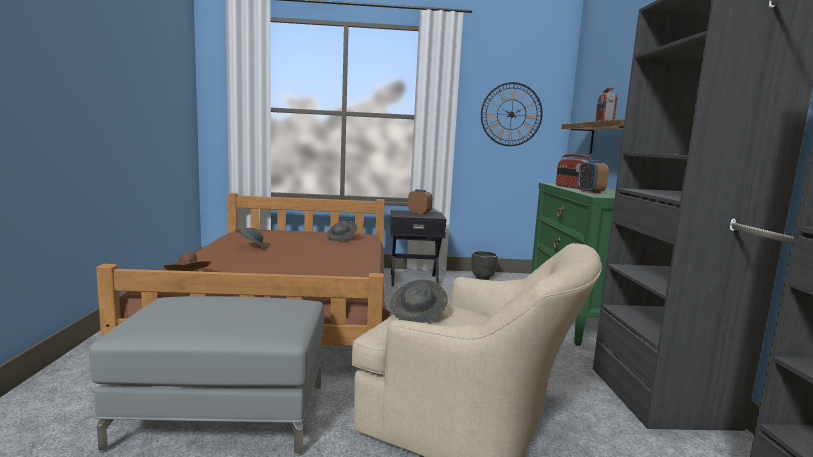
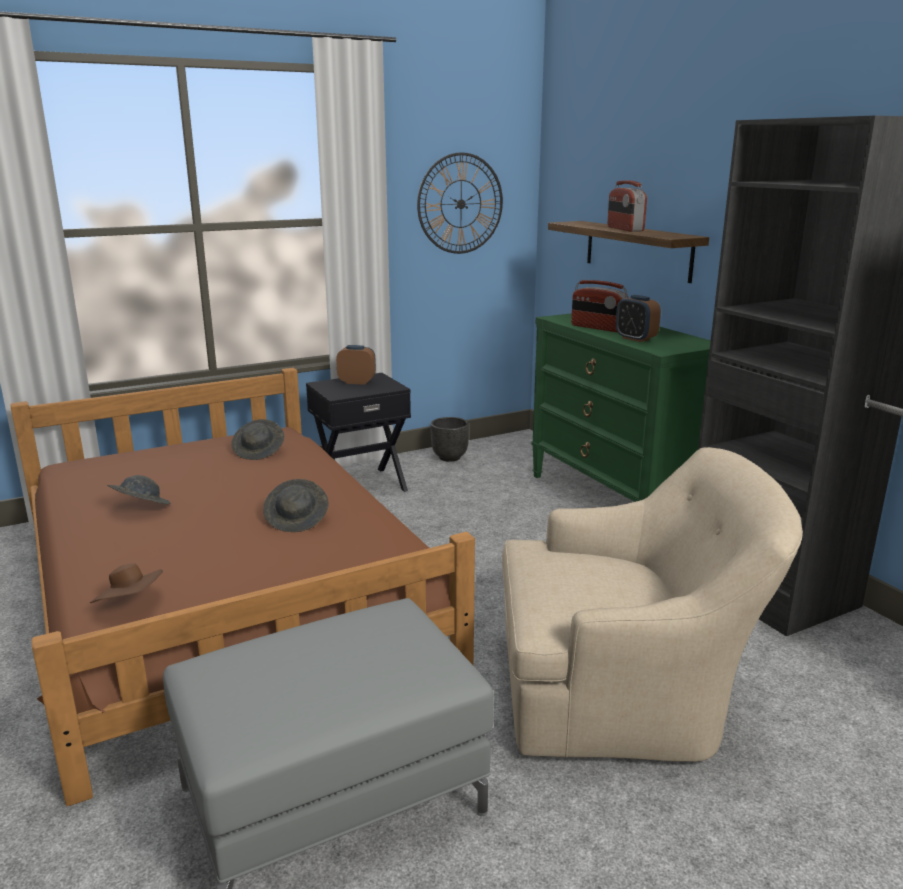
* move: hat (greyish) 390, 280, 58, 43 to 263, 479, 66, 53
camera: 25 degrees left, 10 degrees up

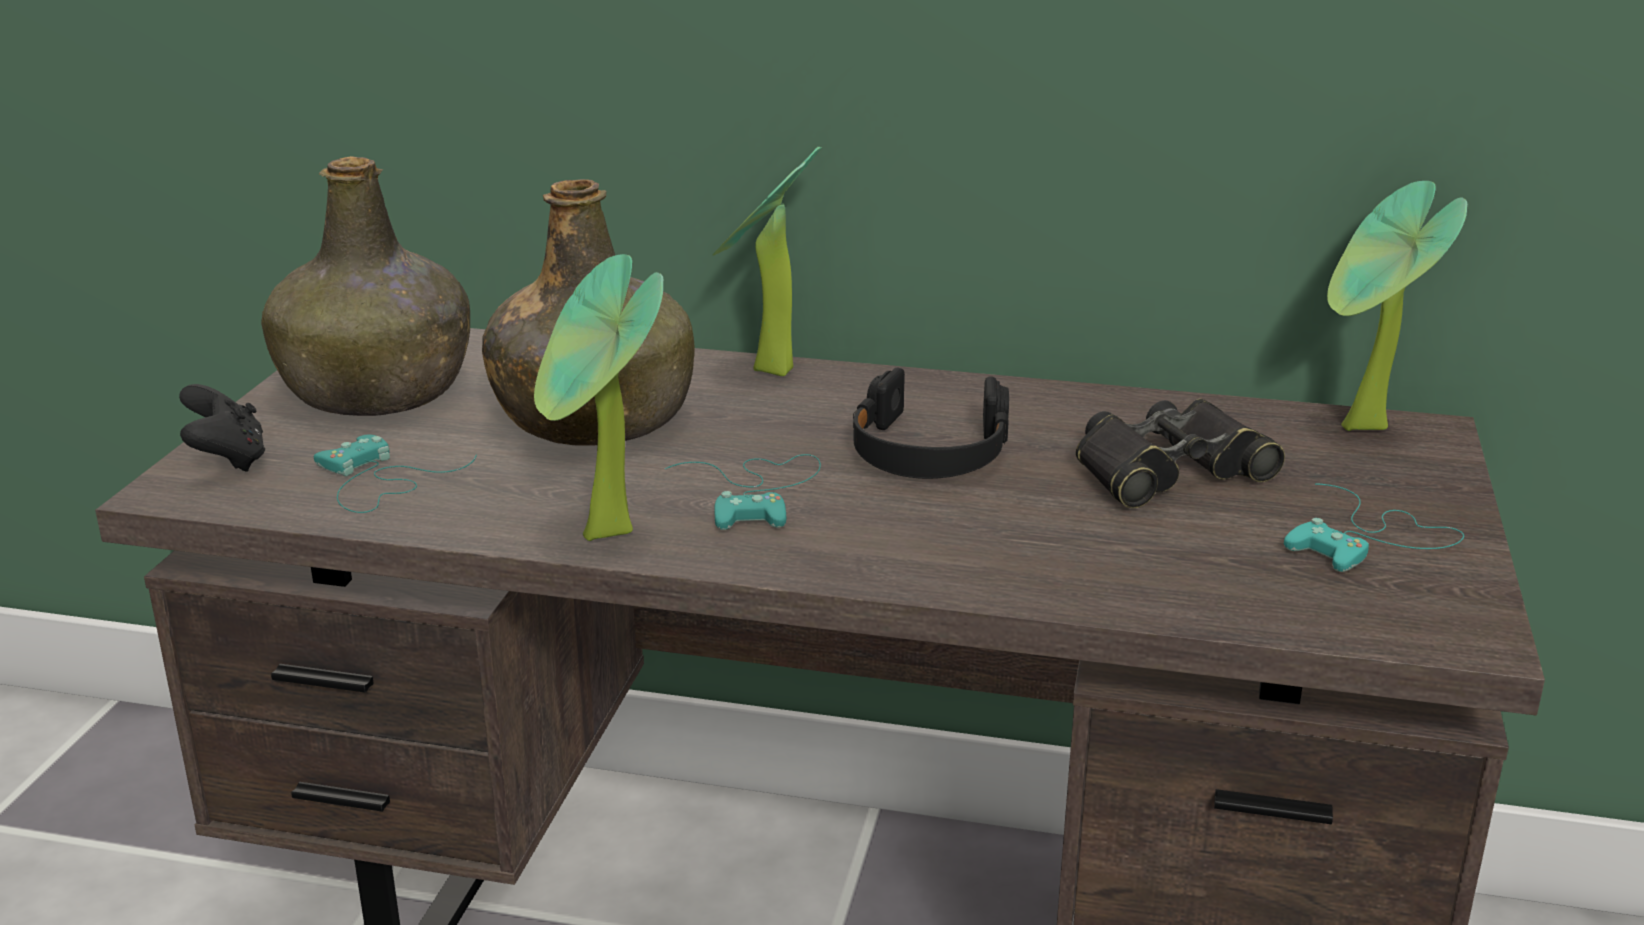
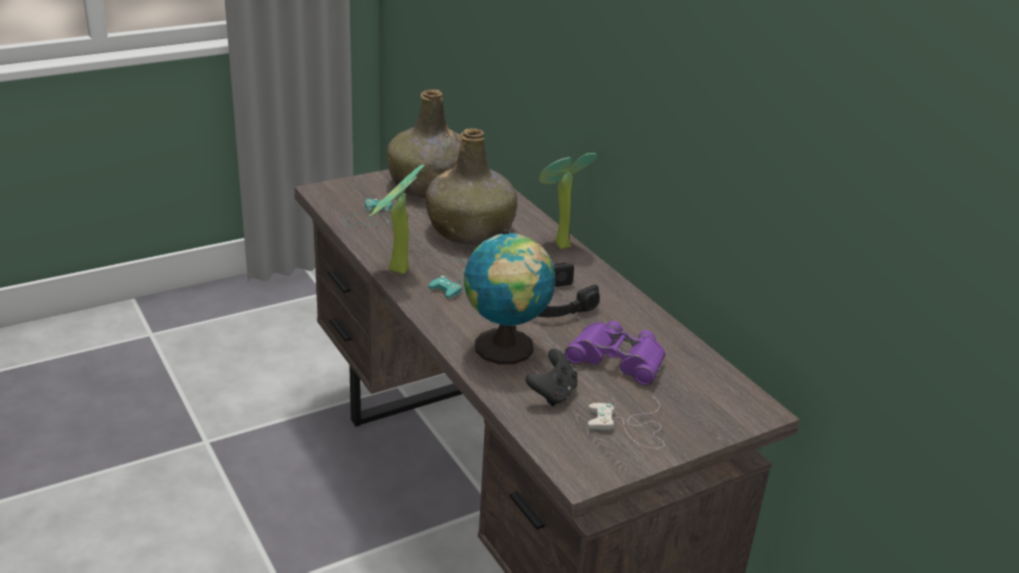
* delete: houseplant 1327, 181, 140, 250
* insert: world globe 464, 229, 91, 135
* move: gamepad (black-coloured) 179, 384, 86, 88 to 525, 349, 53, 57
* recolor: pair of binoculars (black-coloured) 1076, 398, 209, 110 to pair of binoculars (purplish) 564, 321, 102, 65
* recolor: gamepad (turquoise-coloured) 1284, 483, 180, 89 to gamepad (white) 588, 396, 77, 53
camera: 45 degrees right, 5 degrees up

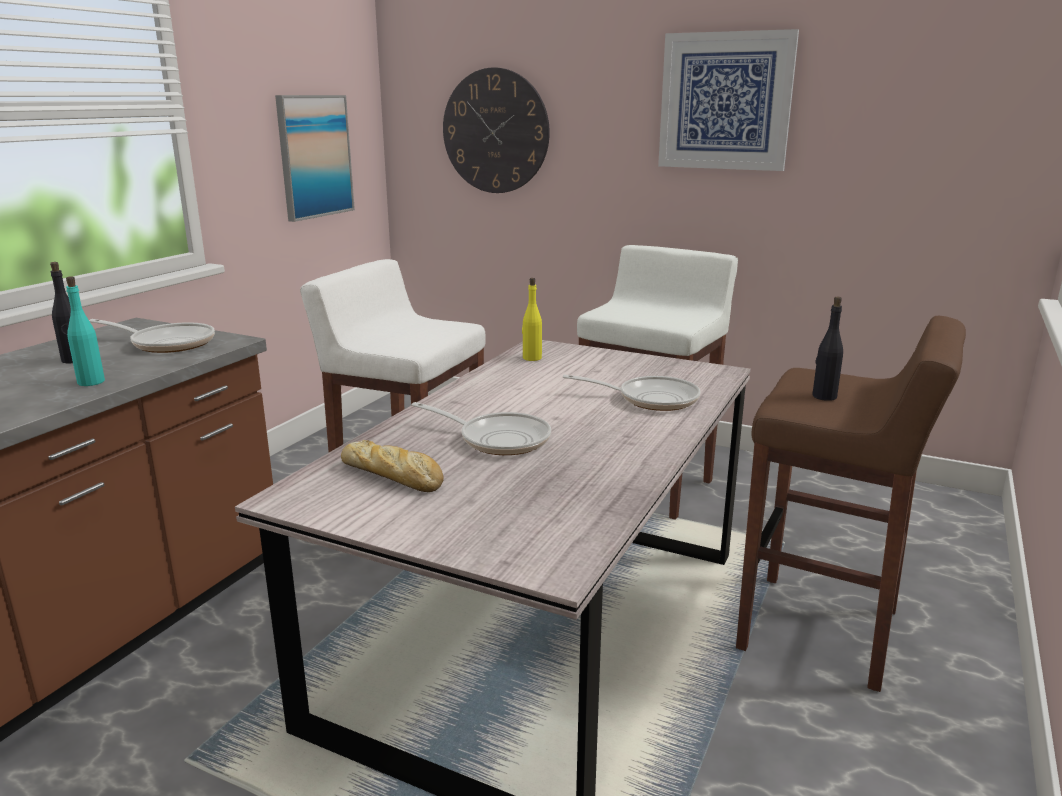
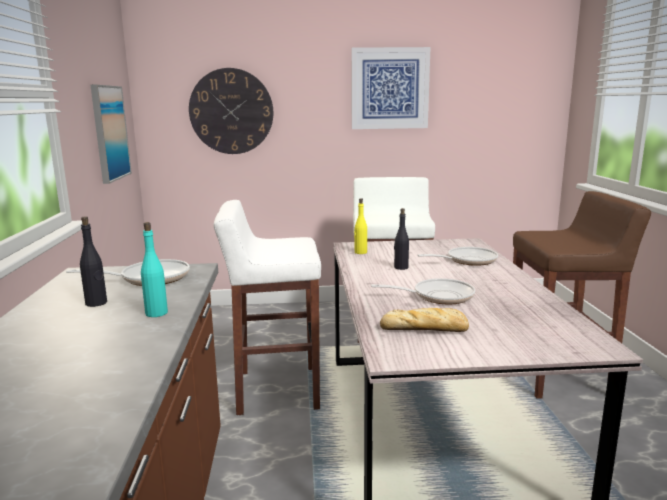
* move: bottle (black-coloured) 812, 297, 31, 104 to 394, 208, 15, 62
camera: 30 degrees left, 5 degrees down

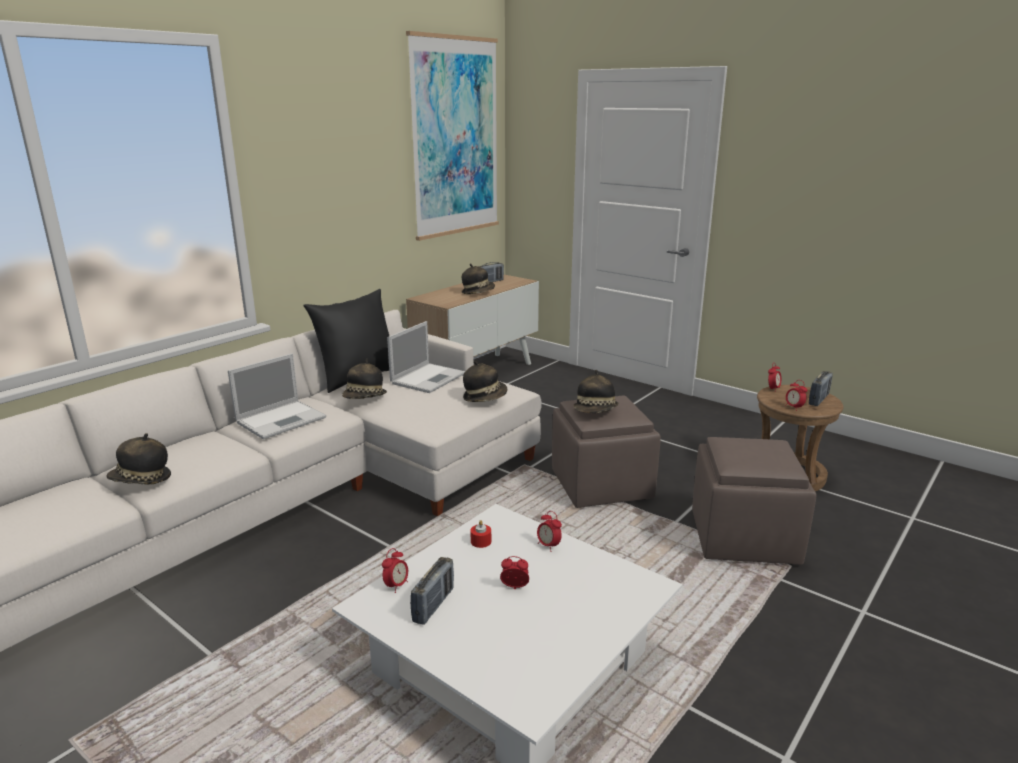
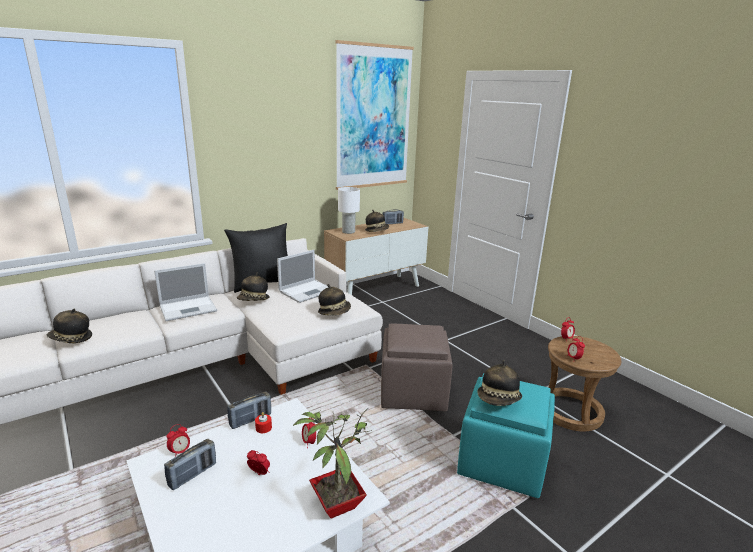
* insert: houseplant 293, 408, 79, 110
* insert: tabletop lamp (white) 338, 187, 22, 47
* move: hat 574, 370, 45, 43 to 477, 360, 45, 46
* move: radio receiver 809, 371, 24, 35 to 227, 392, 44, 37
* recolor: pouffe (brown-coloured) 692, 437, 124, 128 to pouffe (turquoise-coloured) 457, 373, 98, 125
camera: 15 degrees right, 0 degrees up

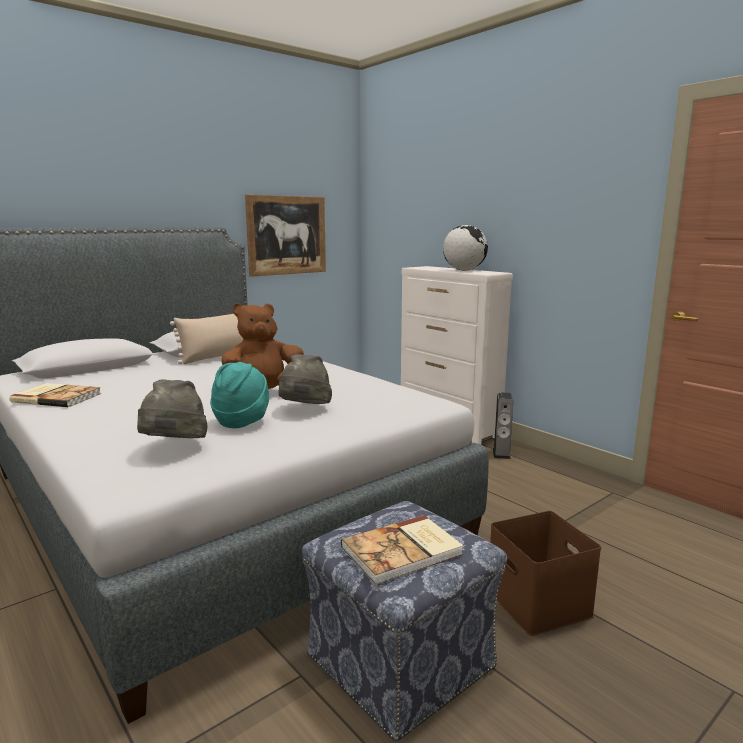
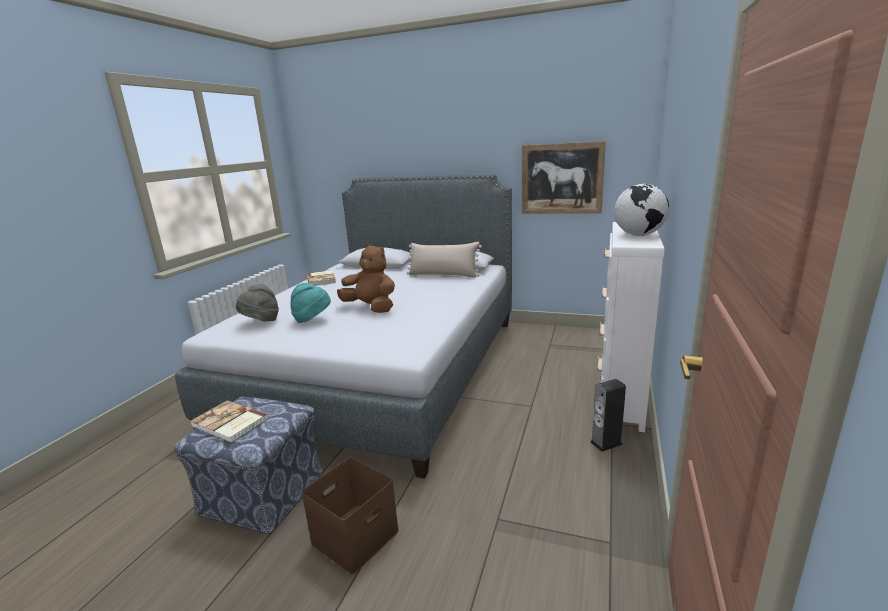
* delete: hat (greyish) 279, 354, 53, 50
camera: 60 degrees right, 5 degrees up

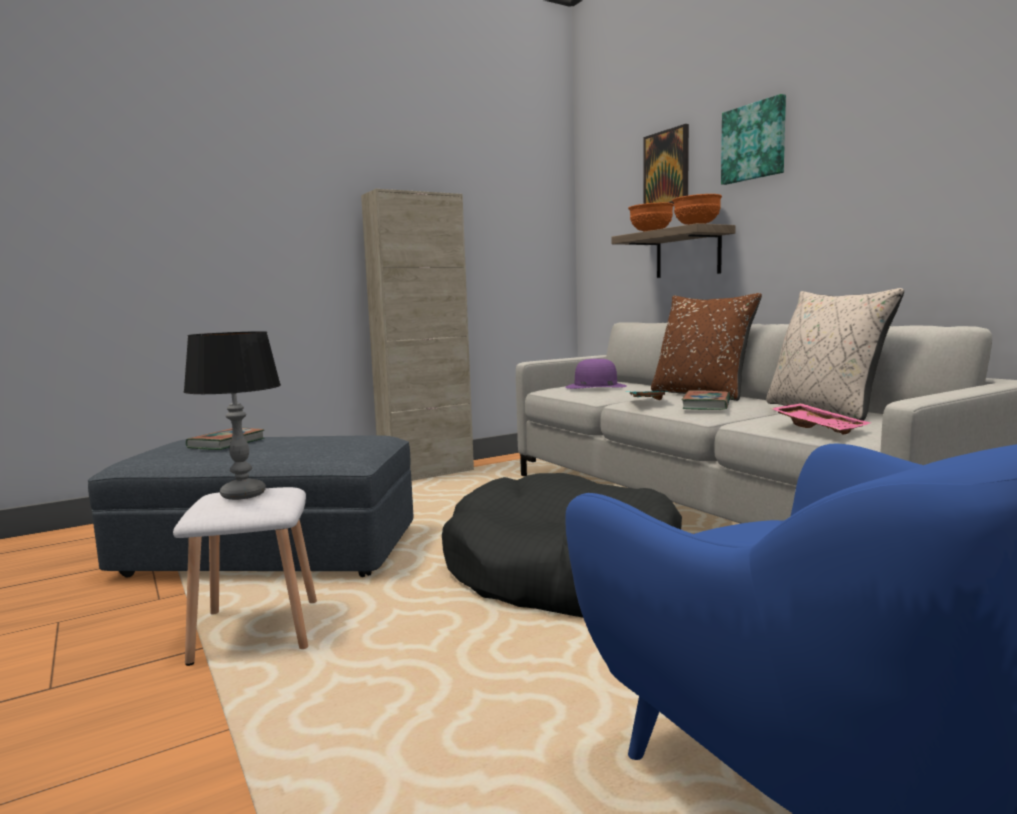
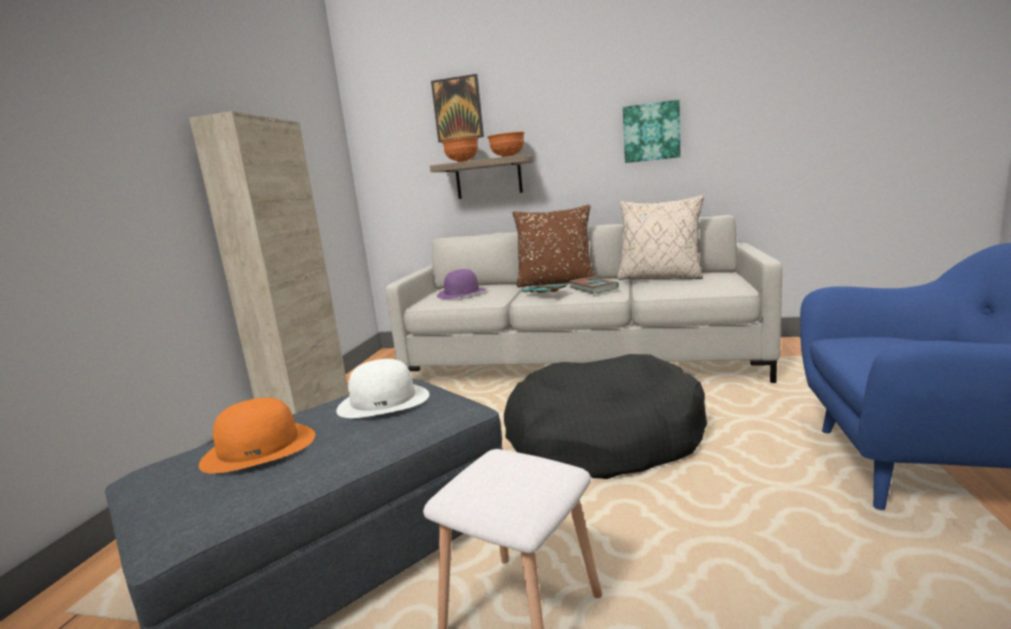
* delete: tabletop lamp 183, 331, 98, 169
* delete: tray (pink-coloured) 770, 403, 101, 32
* insert: hat (white) 336, 359, 93, 59
* move: wall picture 721, 94, 65, 91 to 623, 100, 57, 63
* replace: volume 186, 428, 78, 22 to hat (orange-coloured) 199, 398, 116, 75
camera: 45 degrees left, 5 degrees up

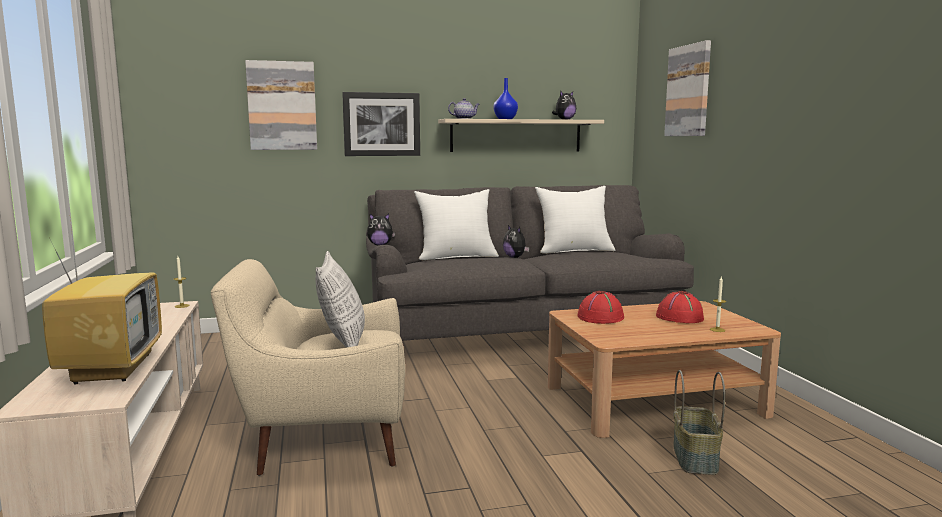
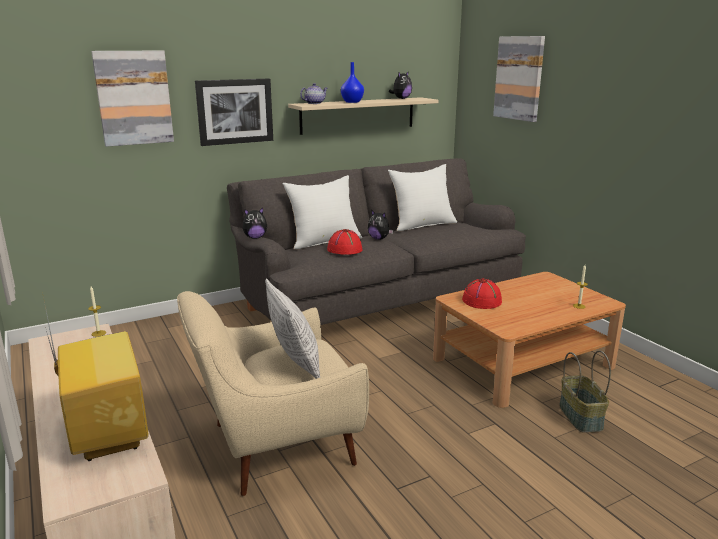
* move: hat (red) 656, 291, 48, 32 to 327, 229, 36, 26
camera: 15 degrees left, 10 degrees up

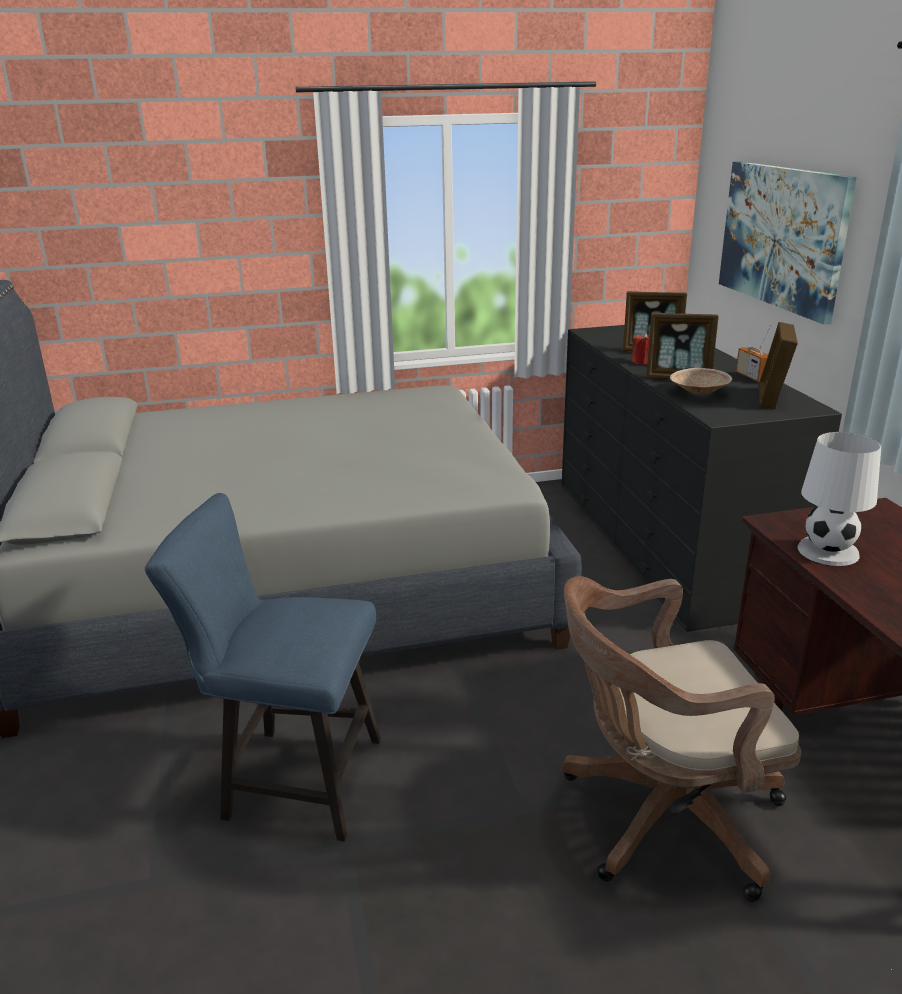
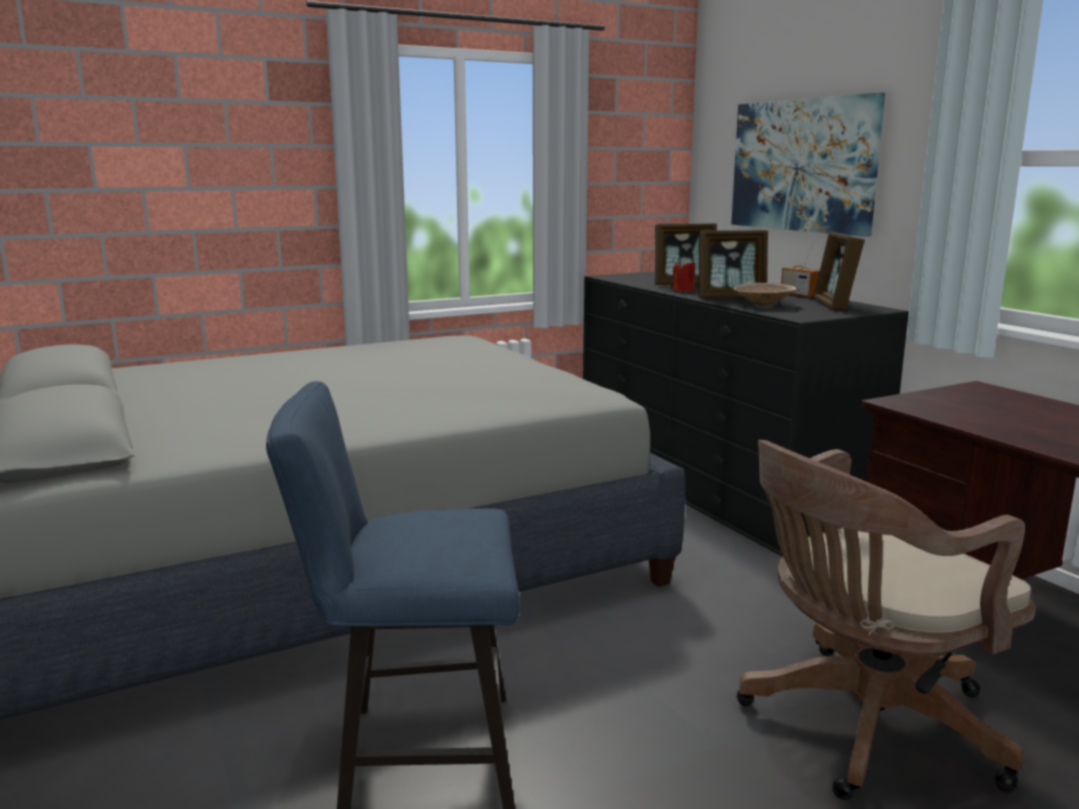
* delete: tabletop lamp (white) 798, 432, 83, 134
camera: 15 degrees left, 10 degrees down

